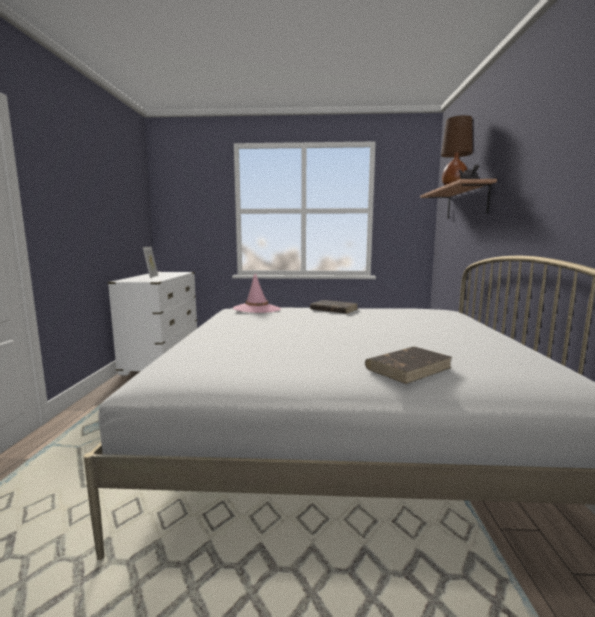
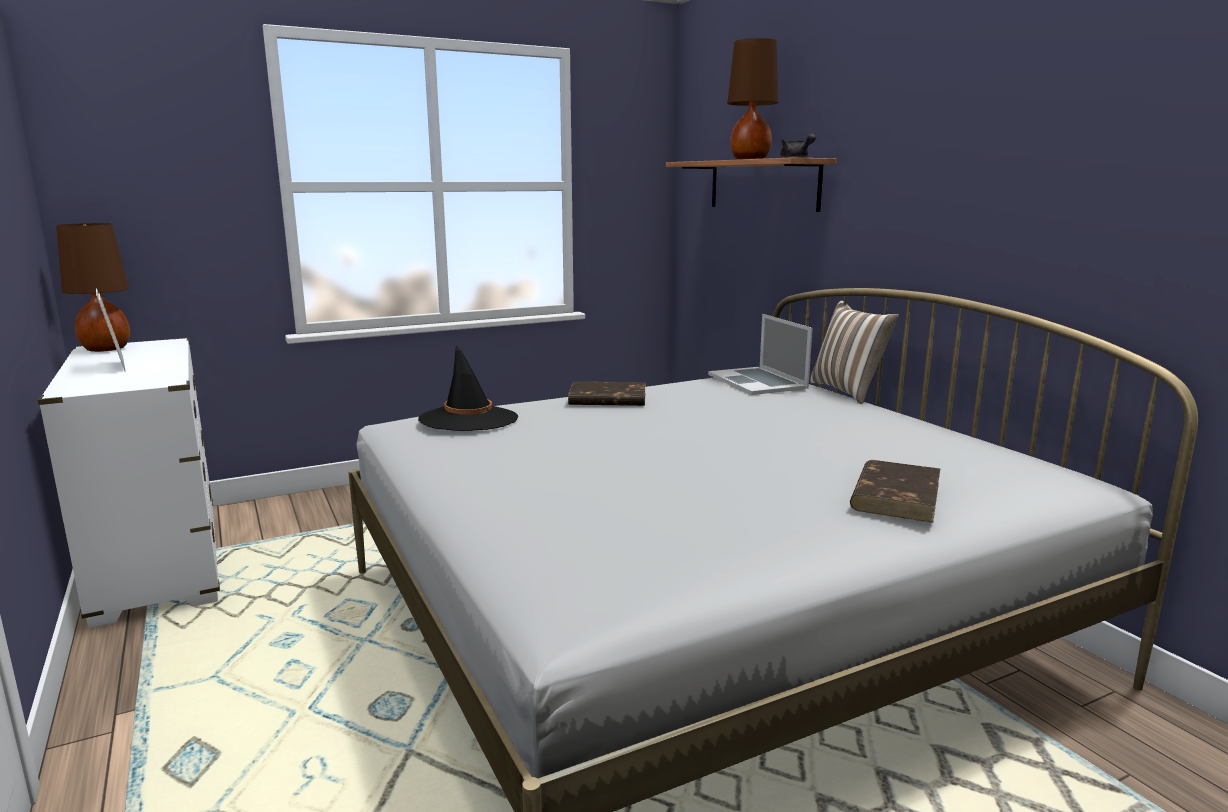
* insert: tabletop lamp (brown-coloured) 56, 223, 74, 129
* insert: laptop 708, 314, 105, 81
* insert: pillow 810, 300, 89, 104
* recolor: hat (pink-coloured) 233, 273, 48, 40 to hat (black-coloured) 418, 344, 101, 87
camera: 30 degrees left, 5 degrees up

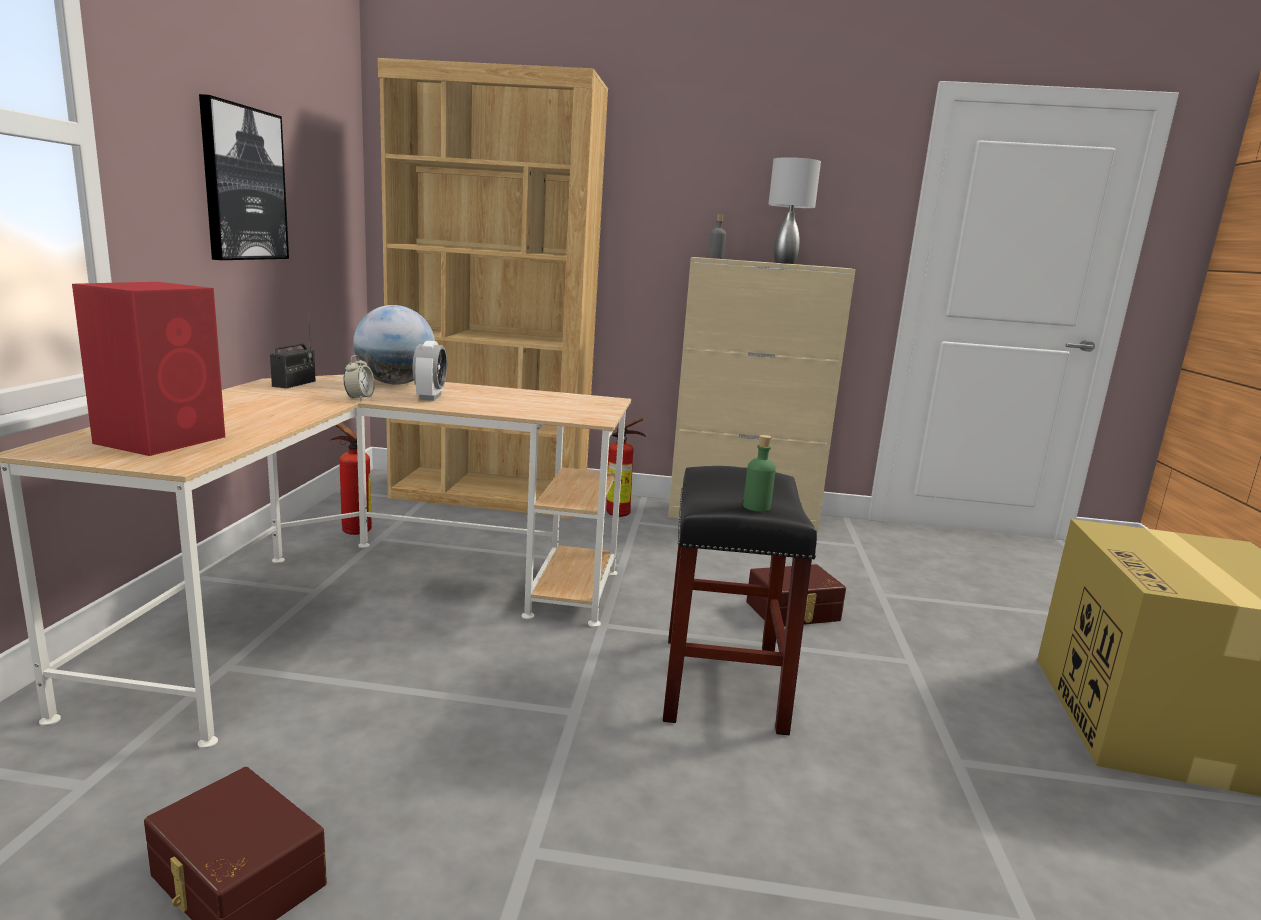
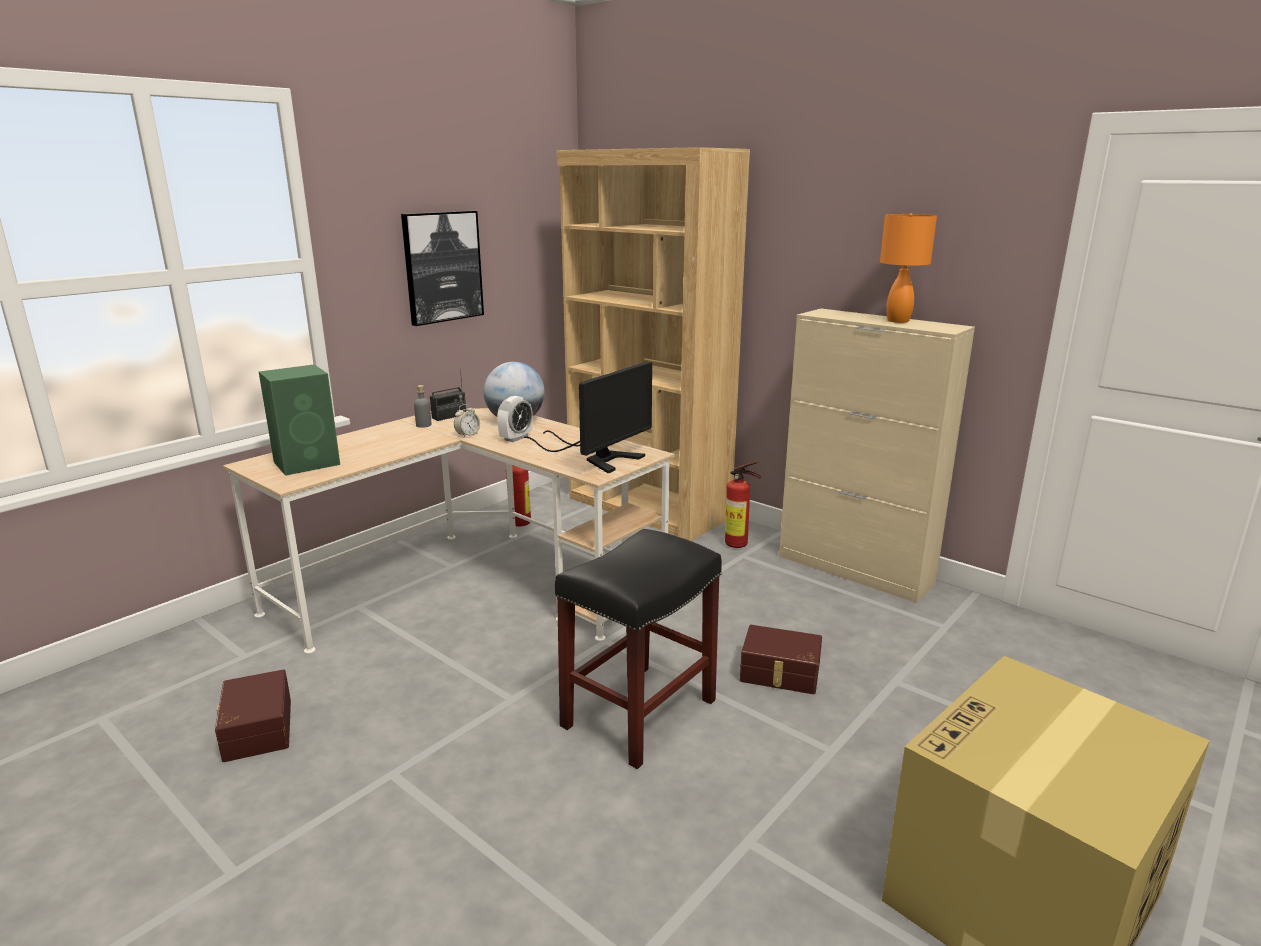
* delete: bottle (greenish) 743, 435, 33, 77
* insert: monitor 524, 362, 128, 112
* move: bottle (greyish) 708, 214, 18, 45 to 414, 385, 17, 43
* recolor: speaker (red) 72, 282, 153, 174 to speaker (greenish) 259, 364, 81, 112
* recolor: tabletop lamp (greyish) 768, 157, 53, 107 to tabletop lamp (orange-coloured) 880, 213, 57, 110
camera: 35 degrees right, 5 degrees up

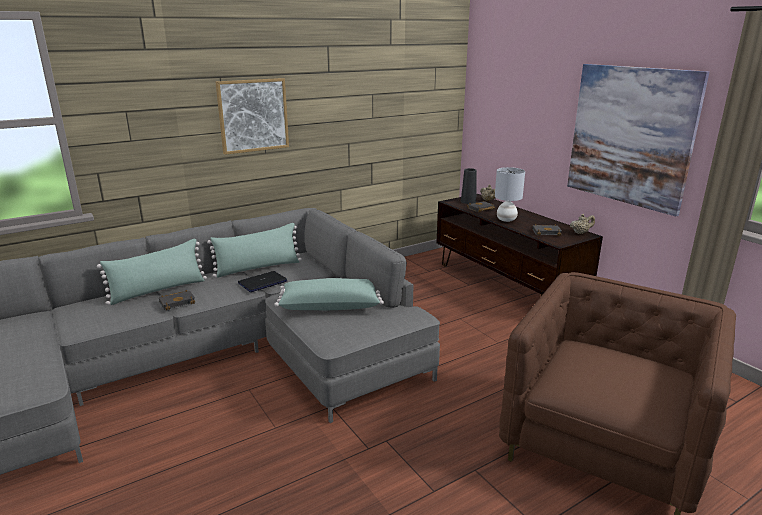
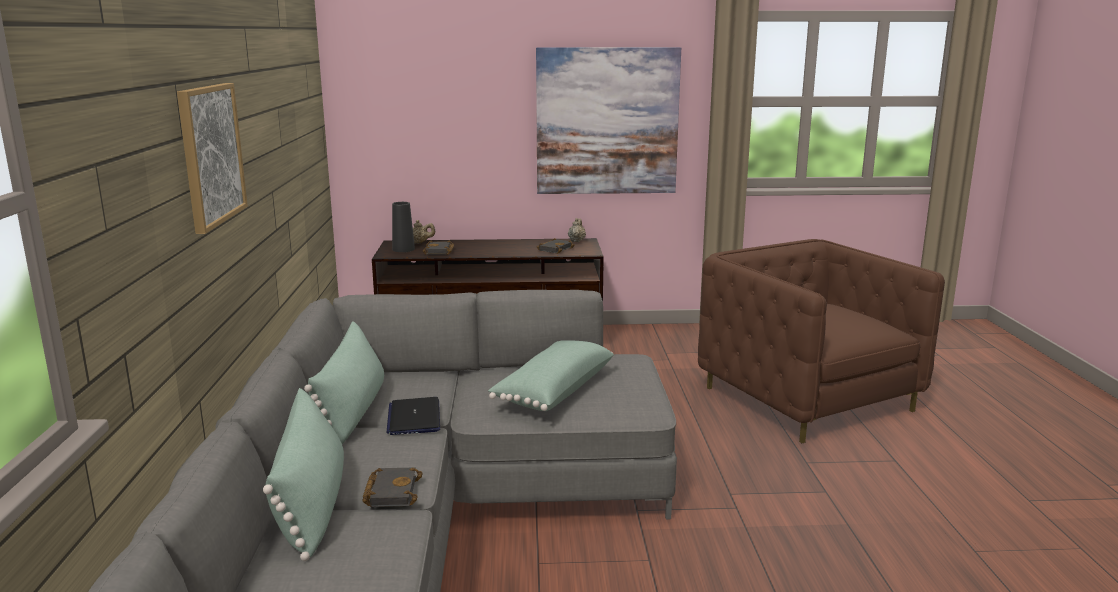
* delete: tabletop lamp (greyish) 495, 167, 30, 55
camera: 60 degrees left, 5 degrees down

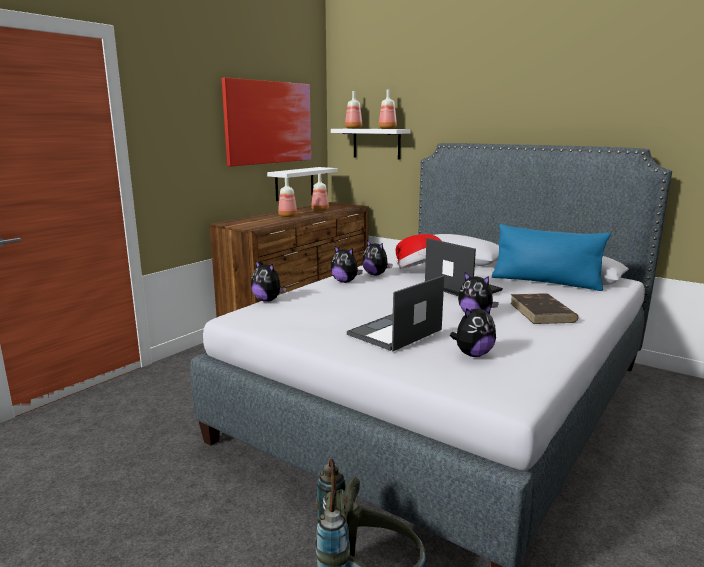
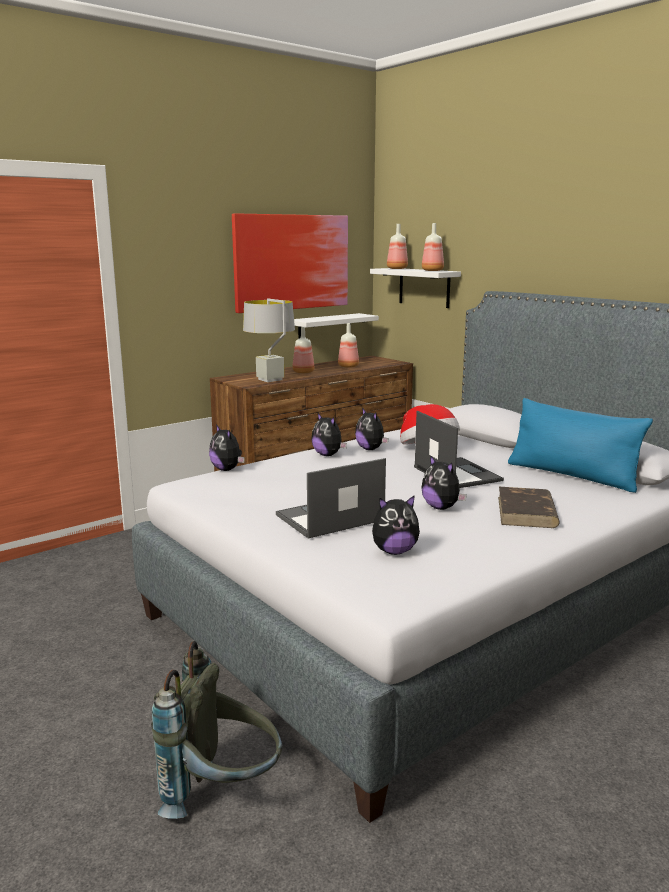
* insert: tabletop lamp (greyish) 243, 298, 52, 84
camera: 15 degrees right, 0 degrees up

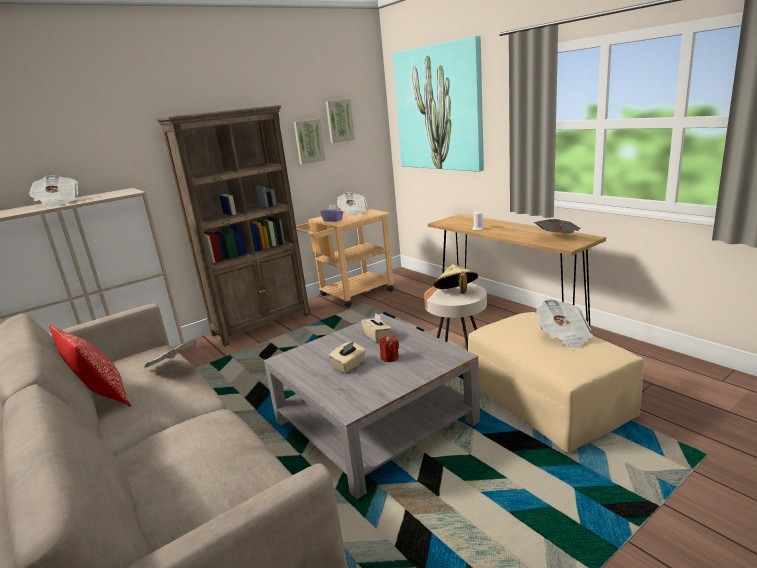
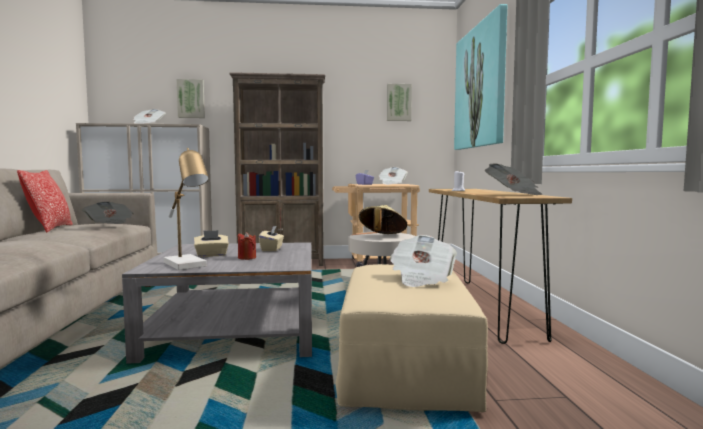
* insert: tabletop lamp 164, 148, 45, 122
* move: wall picture 294, 119, 31, 46 to 177, 79, 28, 39
camera: 30 degrees right, 15 degrees down

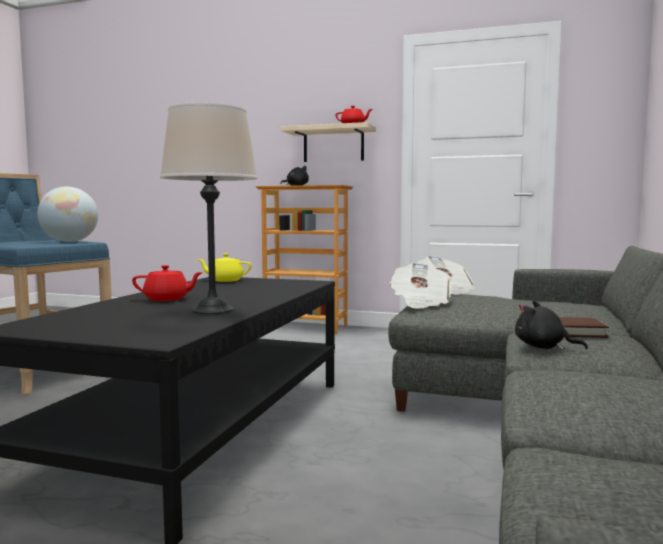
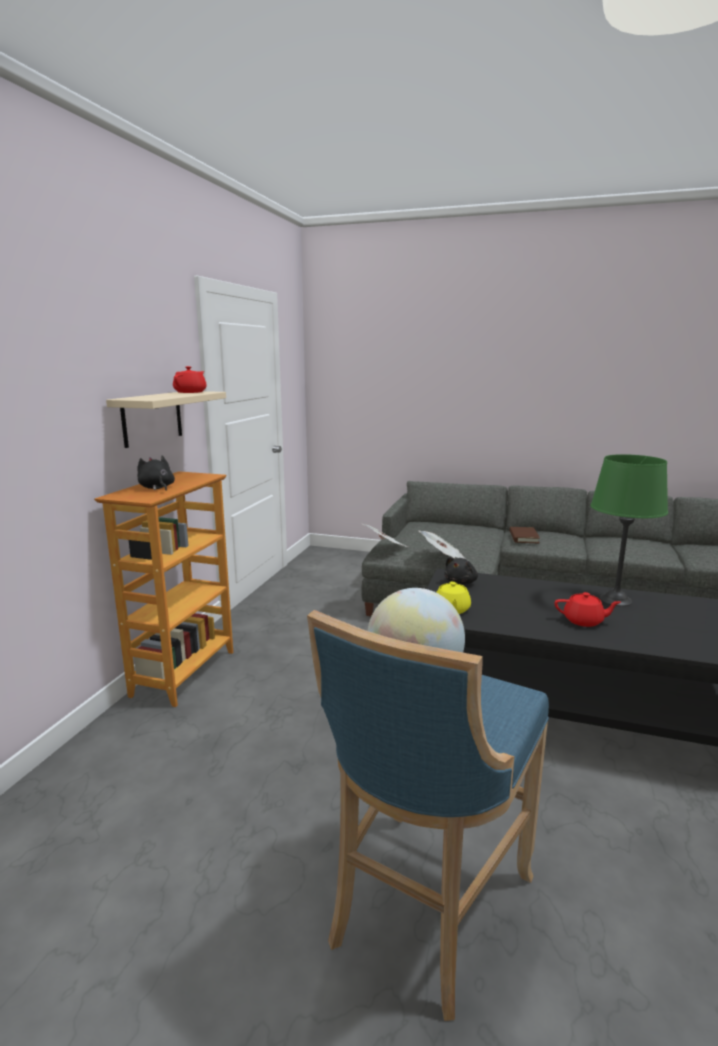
* move: soft toy (black-coloured) 515, 301, 73, 49 to 444, 557, 34, 28
* recolor: tabletop lamp (beige-coloured) 160, 102, 98, 212 to tabletop lamp (greenish) 591, 454, 77, 152
* rotate: tea pot (red) 132, 265, 71, 36 = 555, 592, 66, 35 105 degrees clockwise
camera: 90 degrees left, 10 degrees up

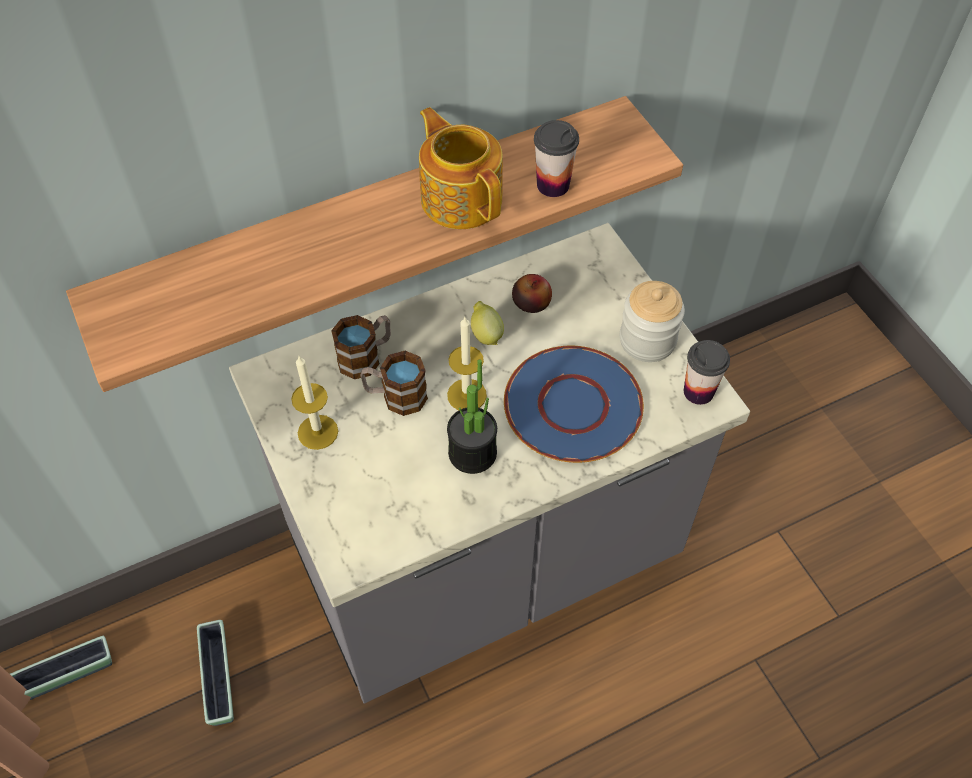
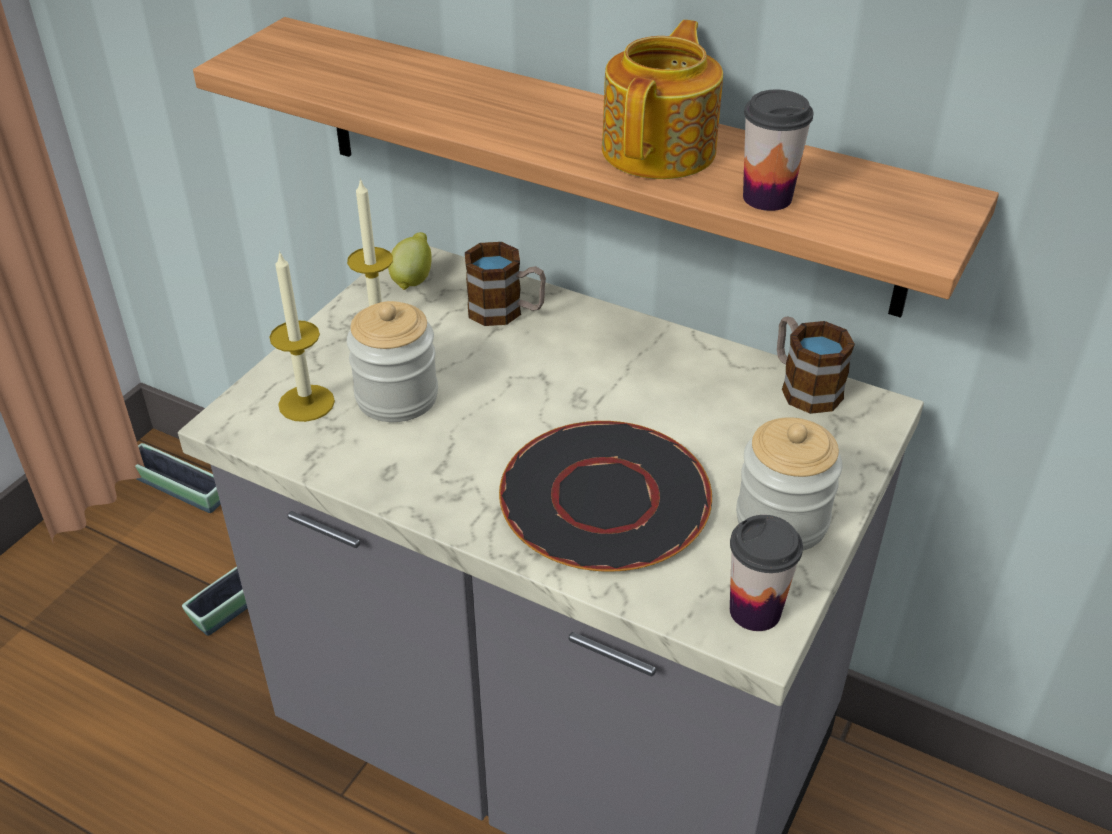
* delete: houseplant 447, 359, 50, 115
* delete: apple fruit 512, 274, 40, 39
* insert: preserve jar 347, 301, 91, 121
* move: tea mug 360, 351, 68, 65 to 777, 316, 78, 98
* move: wax light 447, 317, 40, 93 to 270, 251, 65, 171
* move: whole lemon 471, 301, 33, 44 to 388, 232, 44, 58
* recolor: flat dish (blue-coloured) 504, 346, 140, 117 to flat dish (black-coloured) 499, 421, 213, 151
camera: 55 degrees right, 15 degrees down

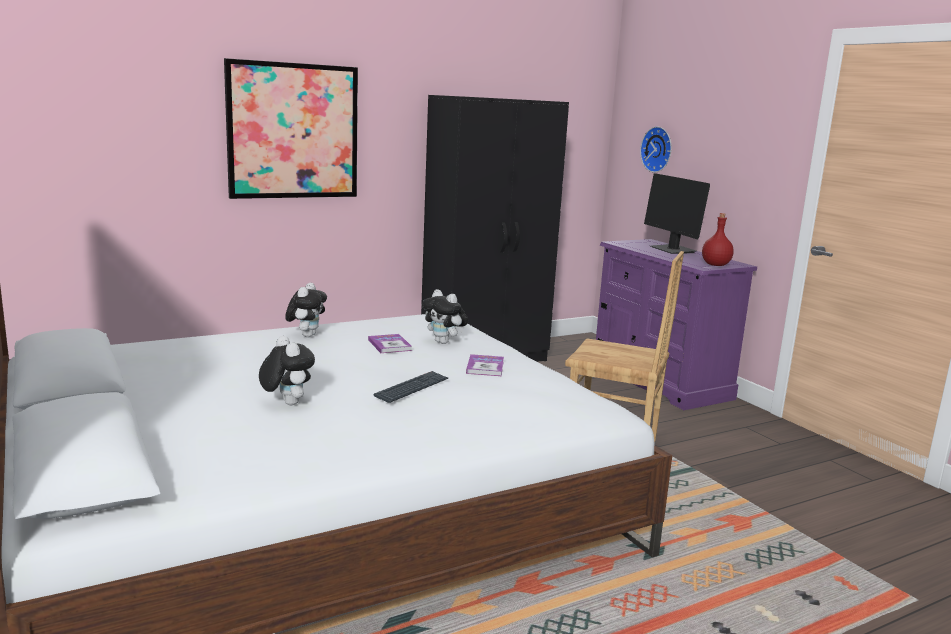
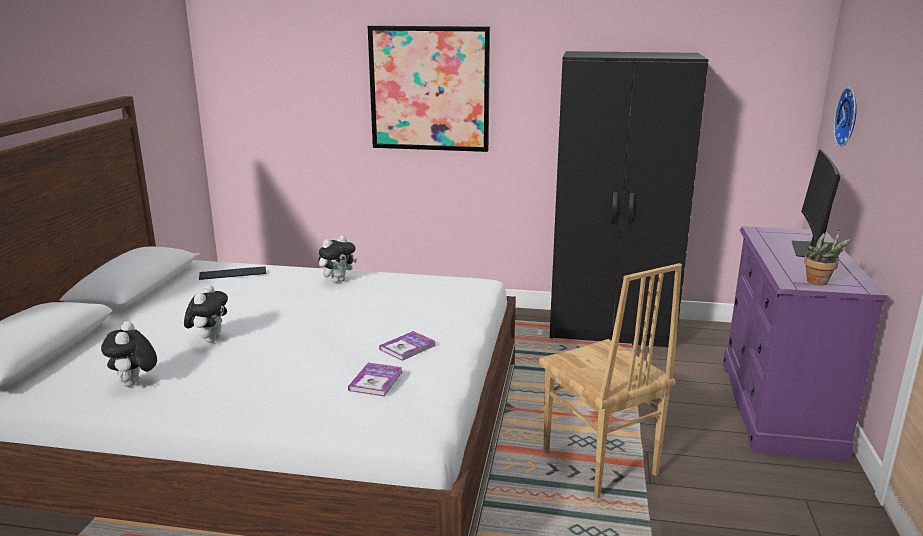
* move: volume 368, 334, 44, 19 to 348, 363, 54, 33
* move: PC keyboard 374, 371, 74, 32 to 199, 266, 67, 14
* move: soft toy 422, 289, 47, 55 to 101, 321, 56, 66
* replace: bottle (red) 702, 213, 32, 53 to houseplant 804, 230, 48, 55
camera: 40 degrees right, 5 degrees up

